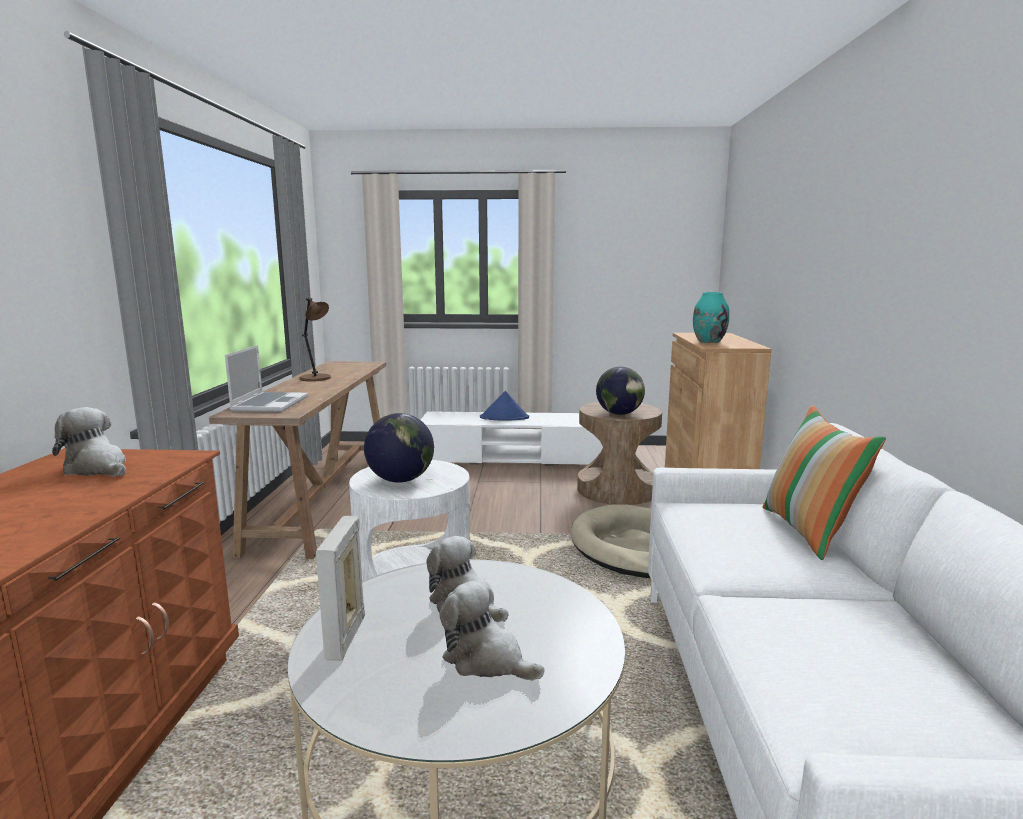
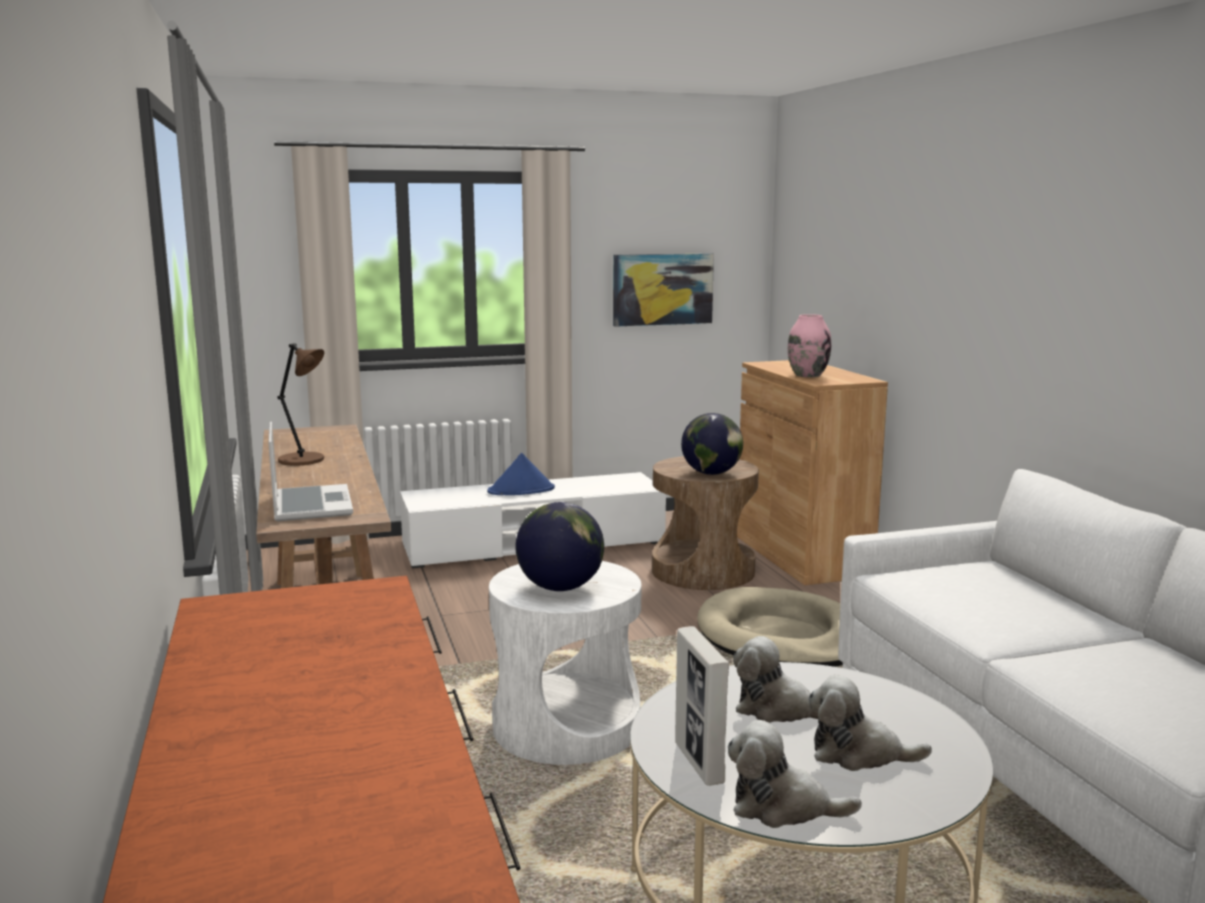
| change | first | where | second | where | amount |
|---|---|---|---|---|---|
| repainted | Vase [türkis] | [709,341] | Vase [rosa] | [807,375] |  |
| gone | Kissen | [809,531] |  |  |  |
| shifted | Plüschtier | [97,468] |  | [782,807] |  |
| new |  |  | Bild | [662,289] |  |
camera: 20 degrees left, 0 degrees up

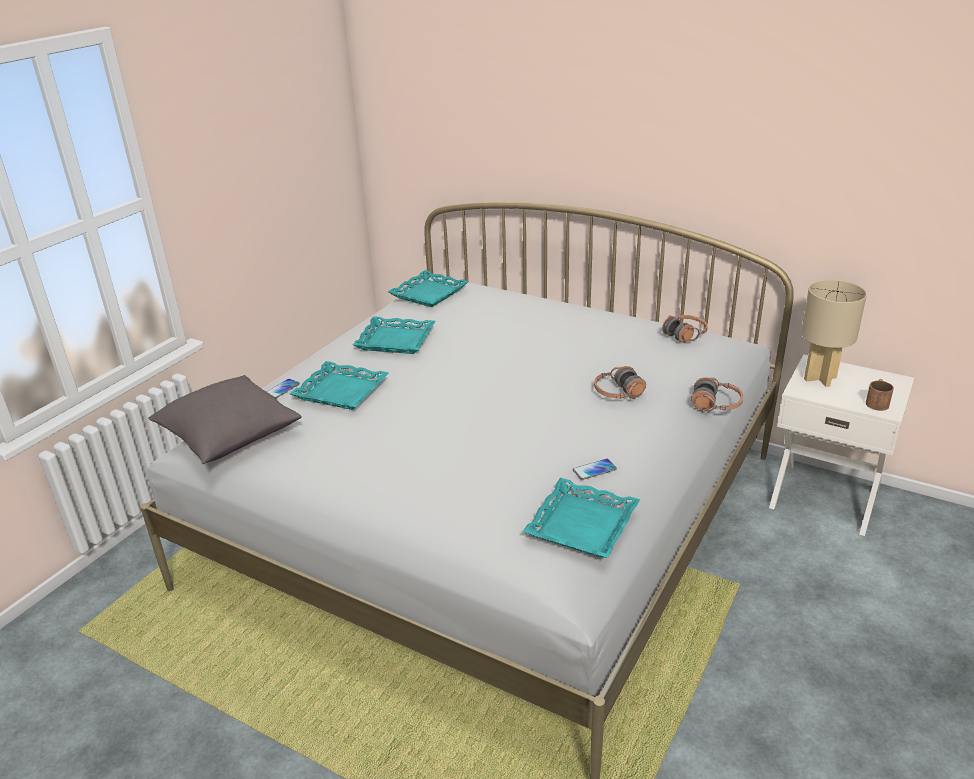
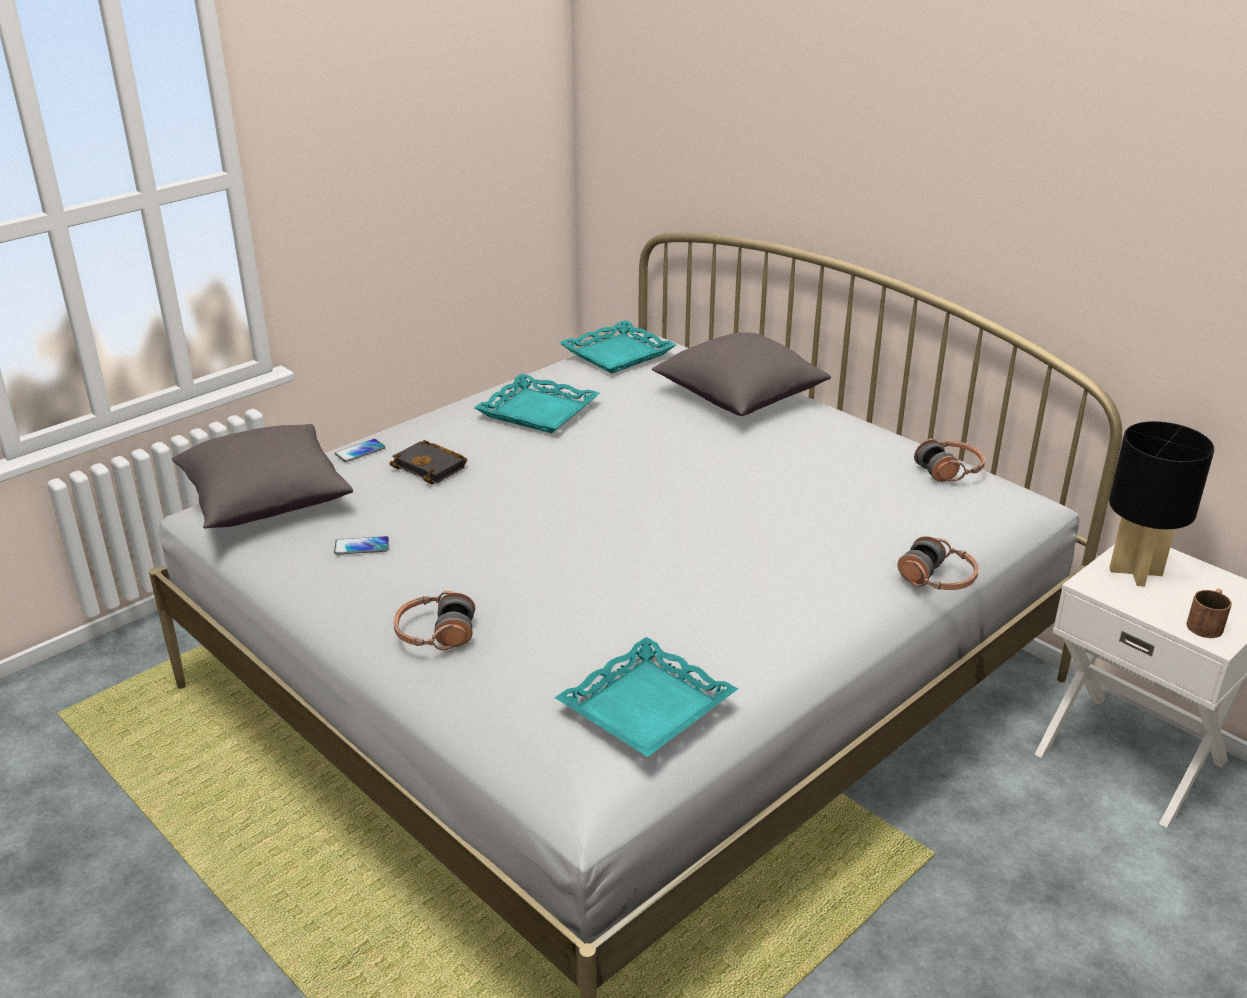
| change | first | where | second | where | amount |
|---|---|---|---|---|---|
| repainted | Tischlampe [beige] | [819,378] | Tischlampe [schwarz] | [1134,572] |  |
| swapped | Tablett [türkis] | [342,391] | Buch [schwarz] | [432,467] |  |
| shifted | Kopfhörer | [618,393] |  | [435,634] |  |
| shifted | Handy | [594,470] |  | [361,546] |  |
| new |  |  | Kissen [grau] | [739,398] |  |
camera: 15 degrees right, 0 degrees up

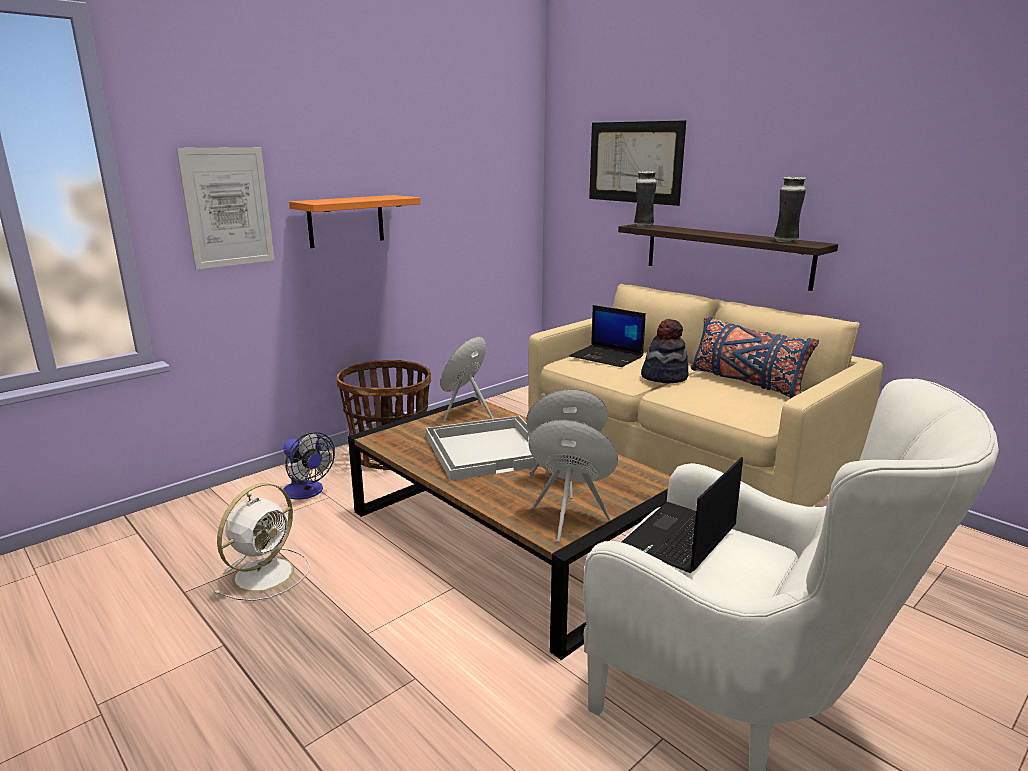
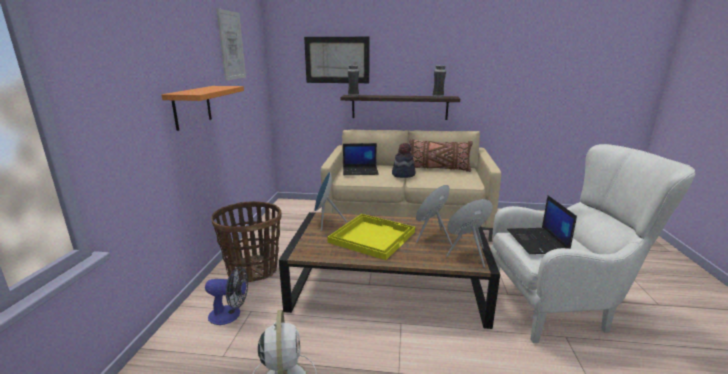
| change | first | where | second | where | amount |
|---|---|---|---|---|---|
| shifted | Bild | [228,207] |  | [231,45] |  |
| repainted | Kissen [blau] | [745,383] | Kissen [braun] | [438,169] |  |
| repainted | Tablett [weiß] | [488,449] | Tablett [gelb] | [372,236] |  |
camera: 40 degrees left, 0 degrees up

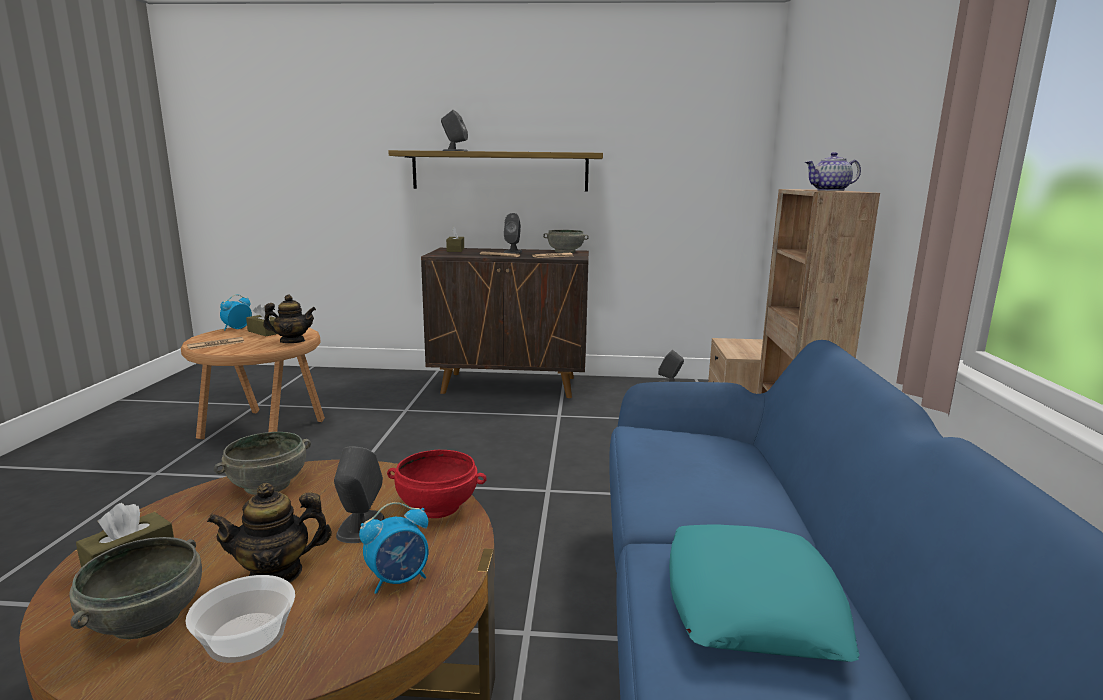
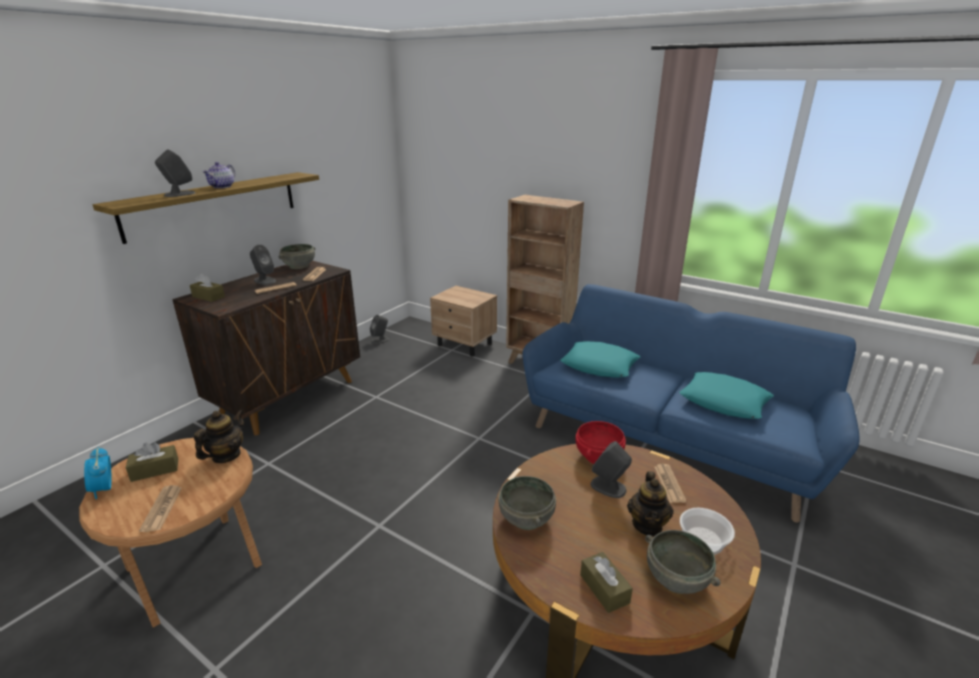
| change | first | where | second | where | amount |
|---|---|---|---|---|---|
| shifted | Teekanne | [830,190] |  | [222,186] |  |
| swapped | Wecker | [399,580] | Zeitung | [669,484] |  |
| new |  |  | Kissen [türkis] | [599,365] |  |
camera: 60 degrees left, 10 degrees up

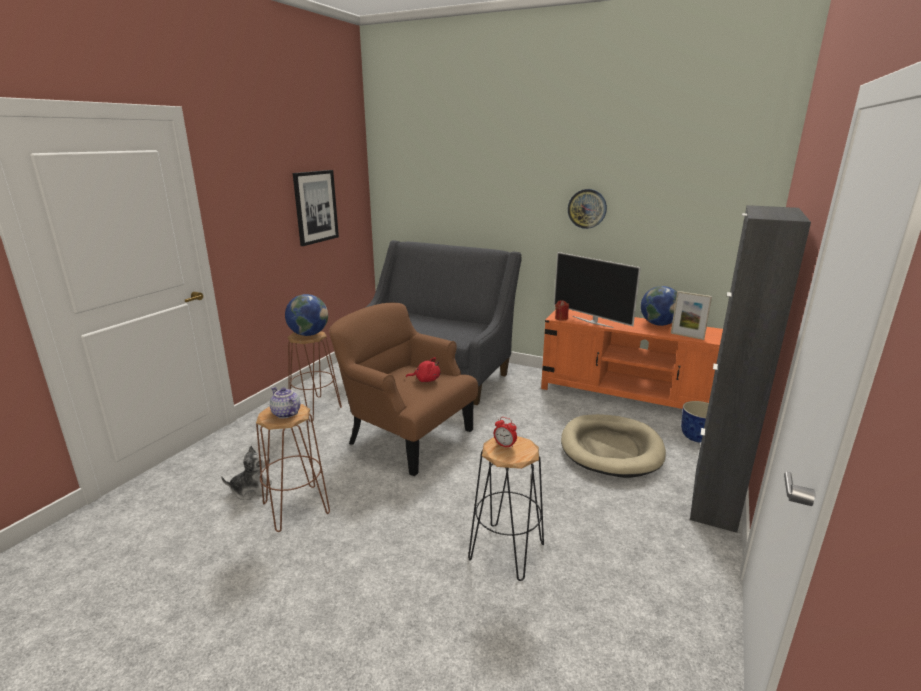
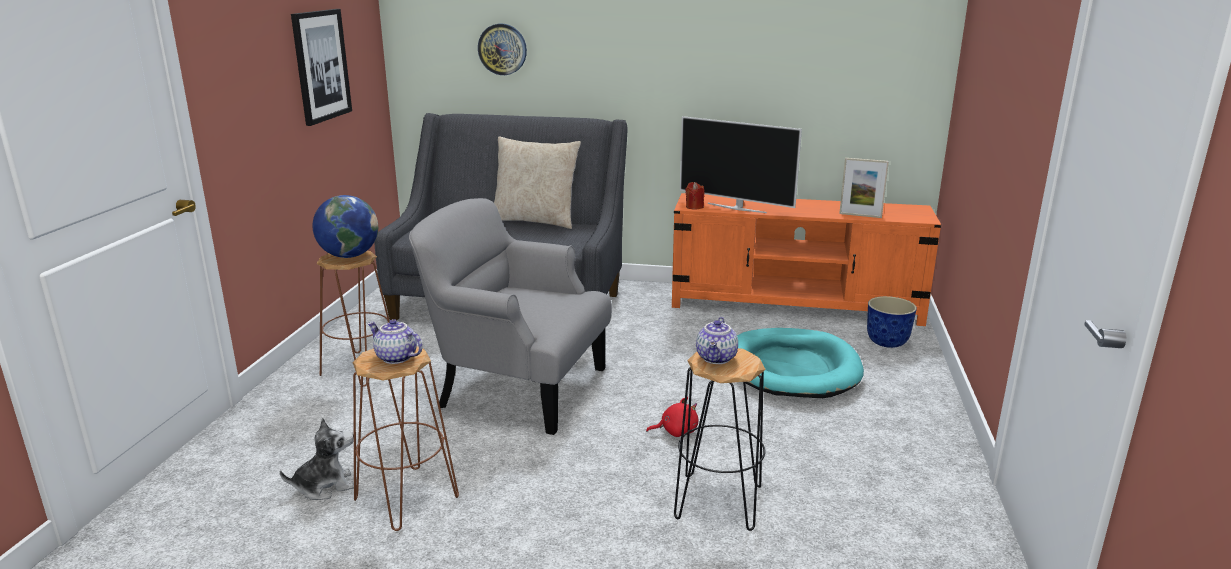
| change | first | where | second | where | amount |
|---|---|---|---|---|---|
| shifted | Wanduhr | [587,208] |  | [502,49] |  |
| gone | Schrank [schwarz] | [714,498] |  |  |  |
| gone | Globus | [658,324] |  |  |  |
| repainted | Sessel [braun] | [406,436] | Sessel [grau] | [517,388] |  |
| shifted | Plüschtier [rot] | [426,380] |  | [676,431] |  |
| repainted | Hundebett [beige] | [611,449] | Hundebett [türkis] | [792,368] |  |
| swapped | Wecker | [504,445] | Teekanne | [717,358] |  |
| new |  |  | Kissen [beige] | [535,221] |  |
camera: 15 degrees left, 0 degrees up

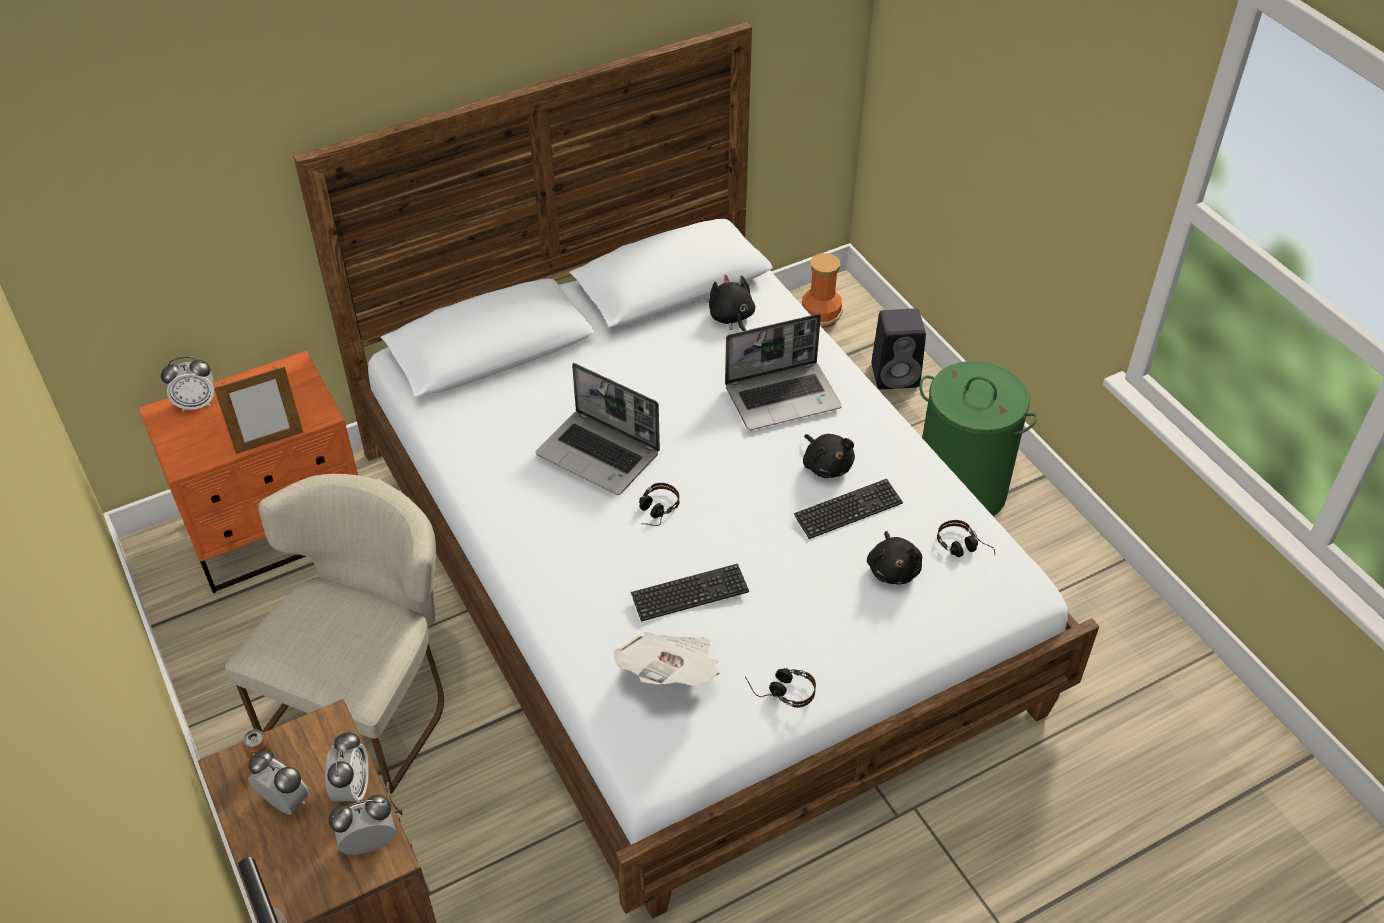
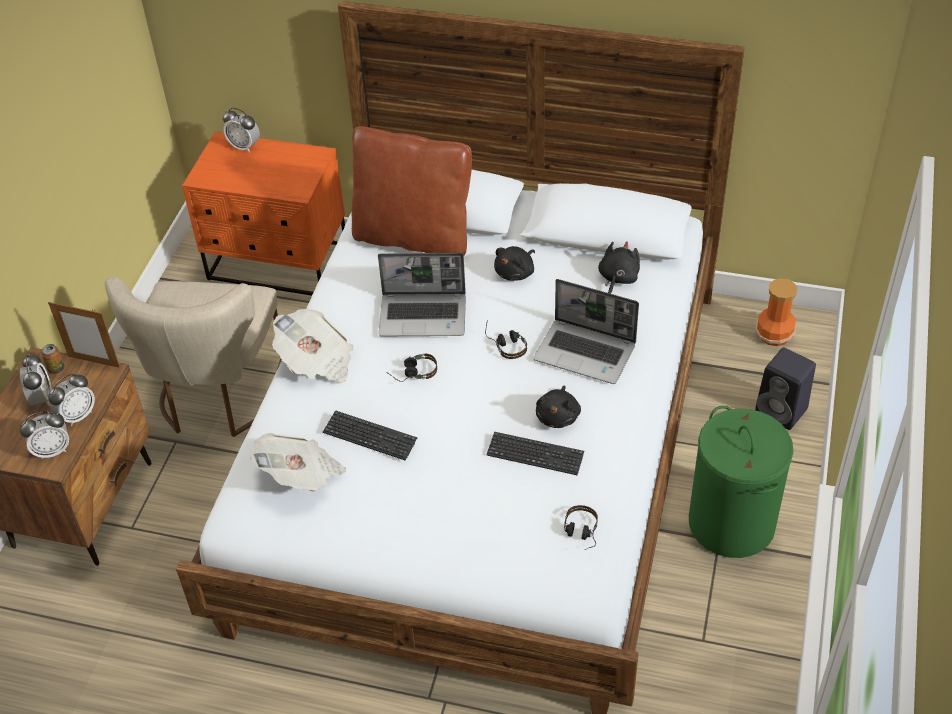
| change | first | where | second | where | amount |
|---|---|---|---|---|---|
| rotated | Laptop | [600,454] |  | [424,315] | 75 degrees counterclockwise |
| shifted | Bilderrahmen | [269,442] |  | [94,361] |  |
| rotated | Stuhl [beige] | [369,701] |  | [217,397] | 120 degrees clockwise |
| shifted | Plüschtier [schwarz] | [893,569] |  | [516,272] |  |
| shifted | Kopfhörer | [780,690] |  | [506,344] |  |
| rotated | Wecker | [369,843] |  | [52,450] | 135 degrees clockwise |
| new |  |  | Kissen [braun] | [413,237] |  |
| new |  |  | Zeitung | [316,362] |  |
camera: 45 degrees right, 0 degrees up

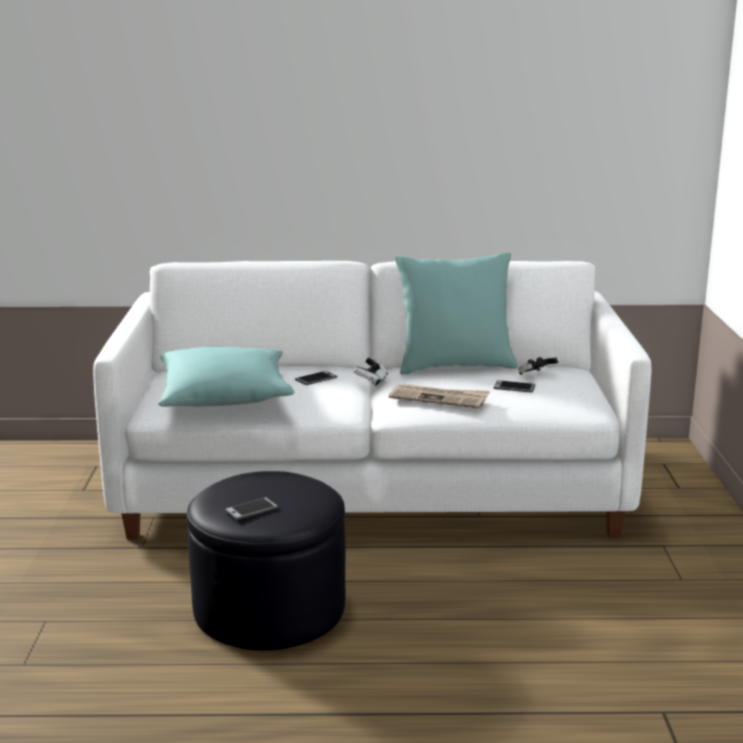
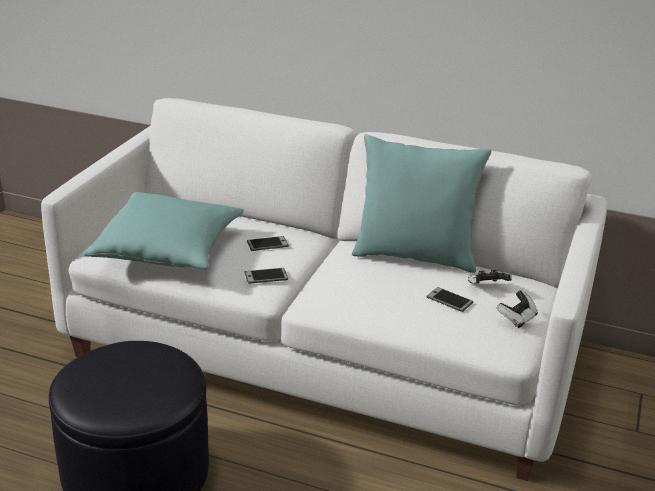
| change | first | where | second | where | amount |
|---|---|---|---|---|---|
| shifted | Gamepad | [371,381] |  | [517,318] |  |
| gone | Zeitung | [439,398] |  |  |  |
| shifted | Handy | [251,510] |  | [266,276] |  |
camera: 20 degrees right, 10 degrees up

